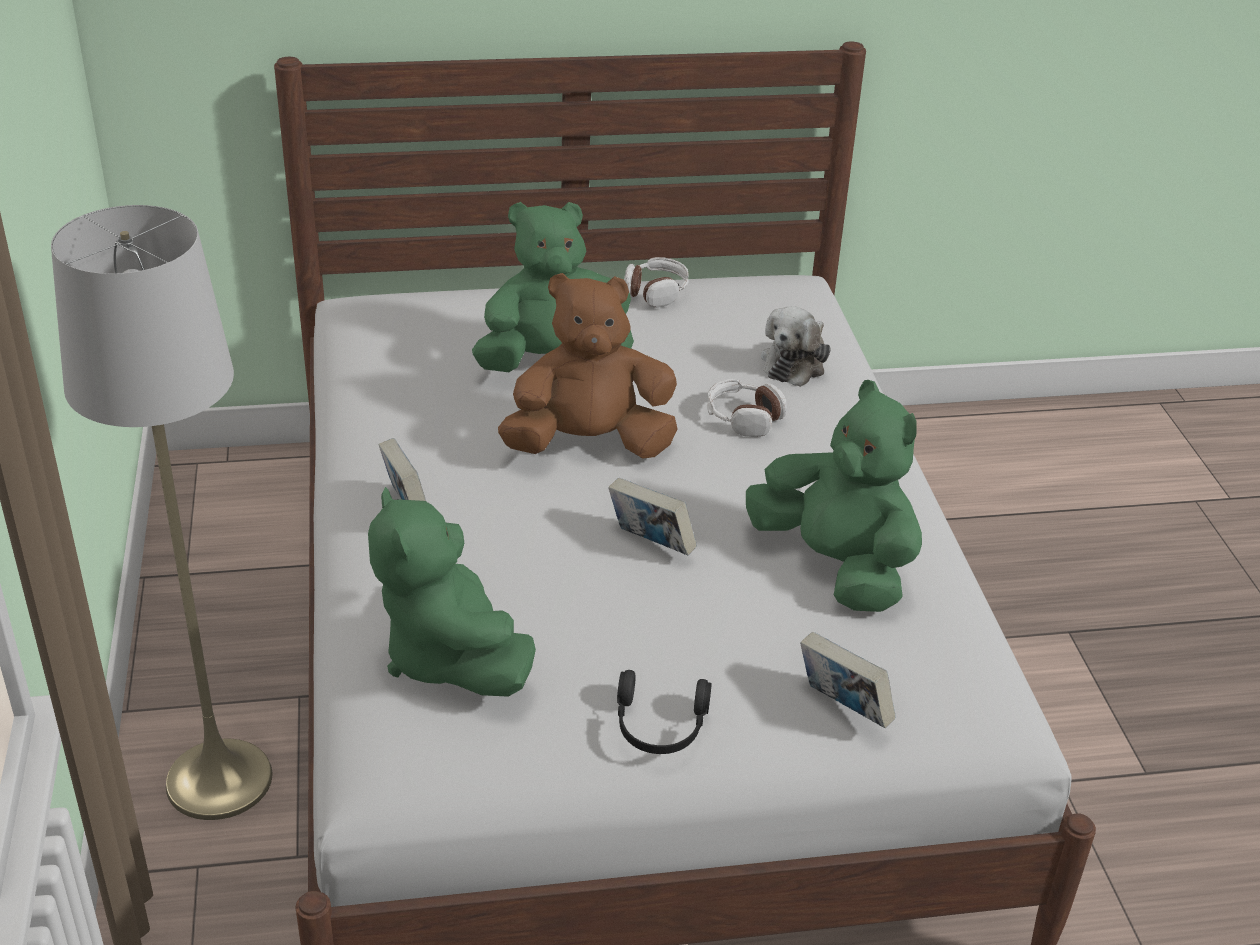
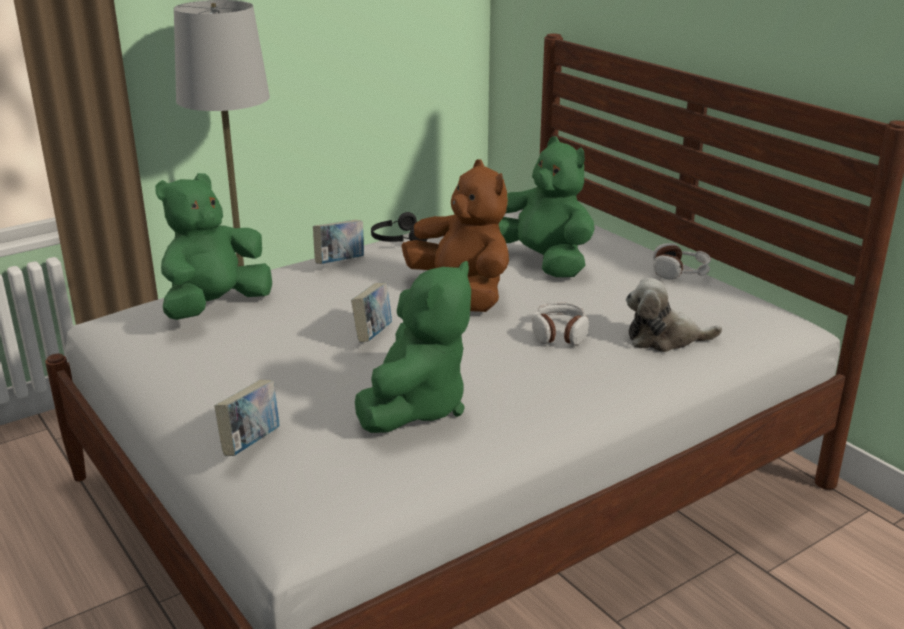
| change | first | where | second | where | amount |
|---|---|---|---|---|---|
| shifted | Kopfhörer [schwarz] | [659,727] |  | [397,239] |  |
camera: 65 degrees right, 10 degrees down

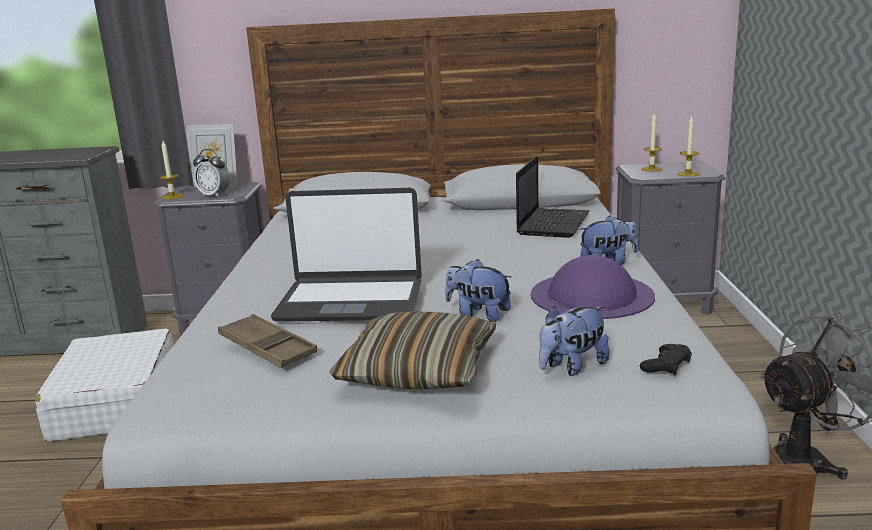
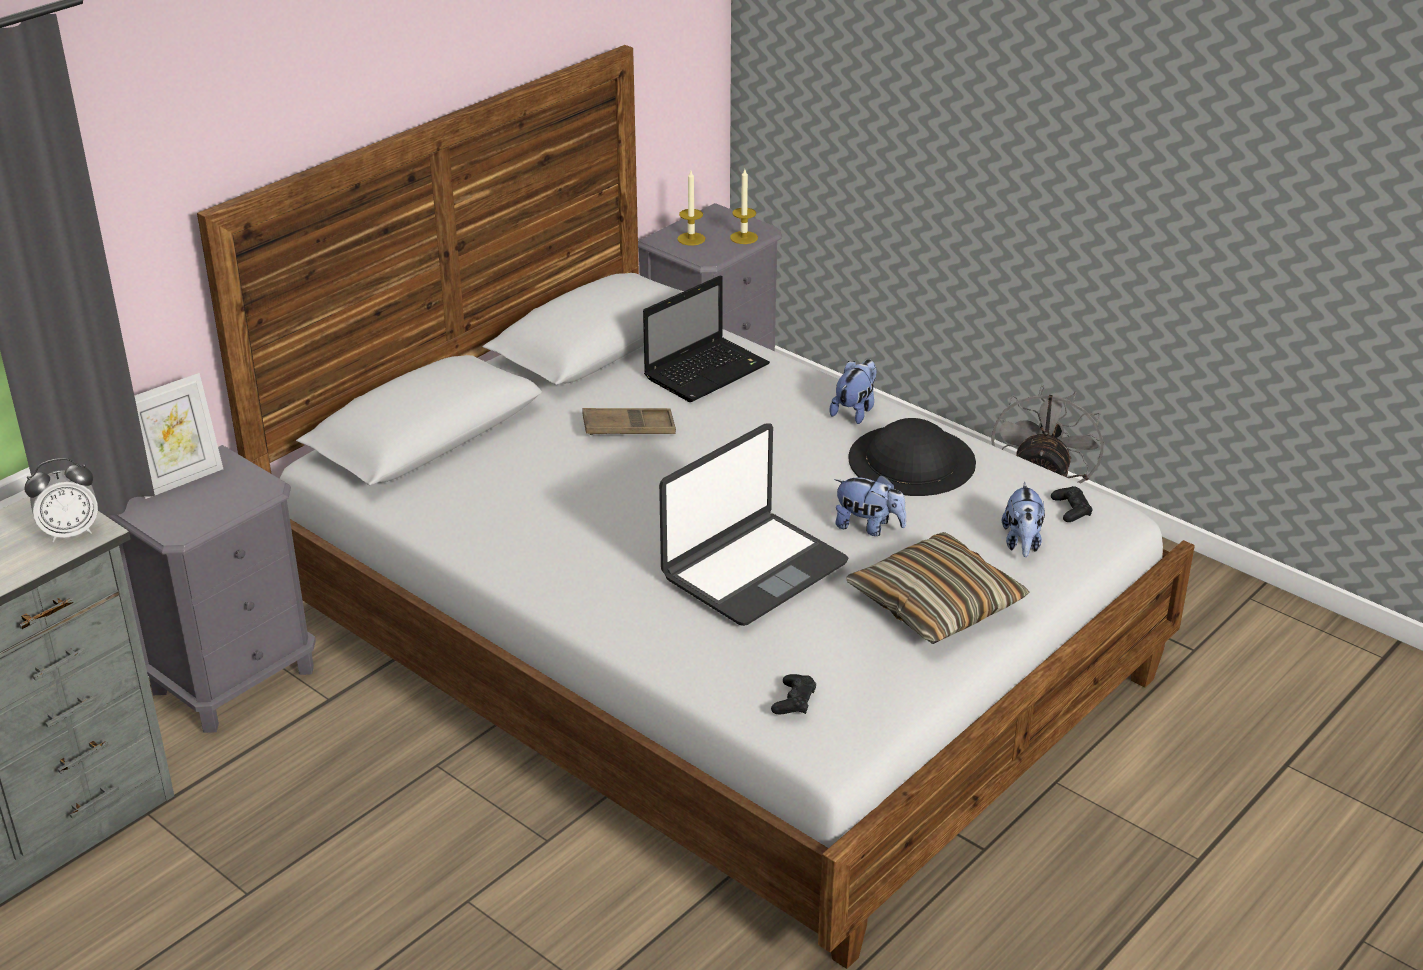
| change | first | where | second | where | amount |
|---|---|---|---|---|---|
| gone | Kerze | [172,196] |  |  |  |
| shifted | Wecker | [214,195] |  | [70,532] |  |
| rotated | Laptop | [553,223] |  | [707,370] | 75 degrees clockwise |
| repainted | Hut [lila] | [592,295] | Hut [schwarz] | [912,460] |  |
| rotated | Plüschtier | [478,314] |  | [868,527] | 135 degrees counterclockwise |
| shifted | Tablett [braun] | [267,348] |  | [628,428] |  |
| gone | Koffer [weiß] | [115,402] |  |  |  |
| new |  |  | Gamepad [schwarz] | [794,701] |  |
camera: 50 degrees left, 15 degrees up

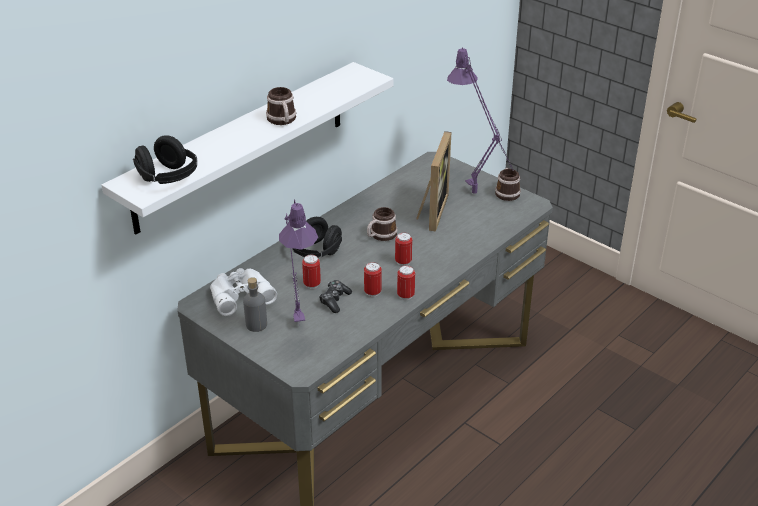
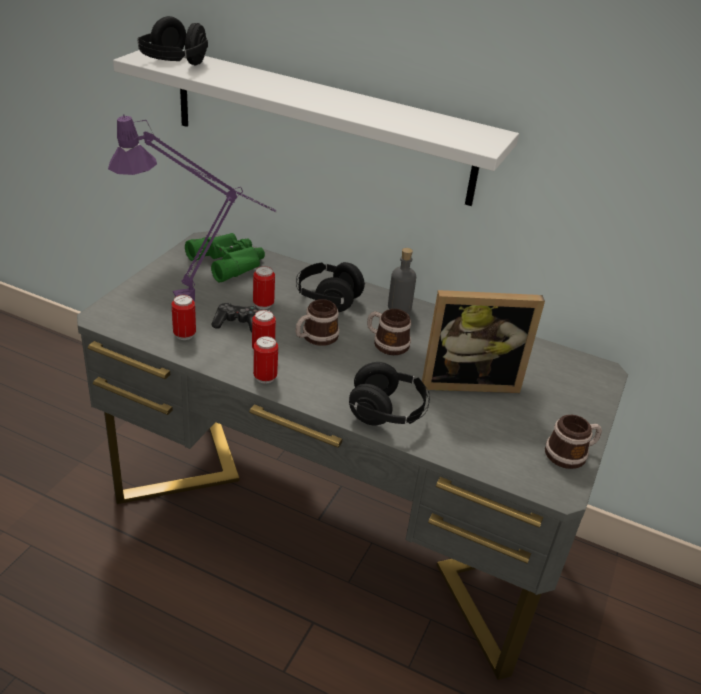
| change | first | where | second | where | amount |
|---|---|---|---|---|---|
| gone | Tischlampe [lila] | [478,198] |  |  |  |
| shifted | Henkelbecher | [282,120] |  | [315,337] |  |
| shifted | Dose | [403,262] |  | [184,335] |  |
| repainted | Fernglas [weiß] | [239,294] | Fernglas [grün] | [229,262] |  |
| shifted | Flasche [grau] | [256,325] |  | [399,306] |  |
| new |  |  | Kopfhörer [schwarz] | [387,413] |  |
camera: 70 degrees right, 0 degrees up

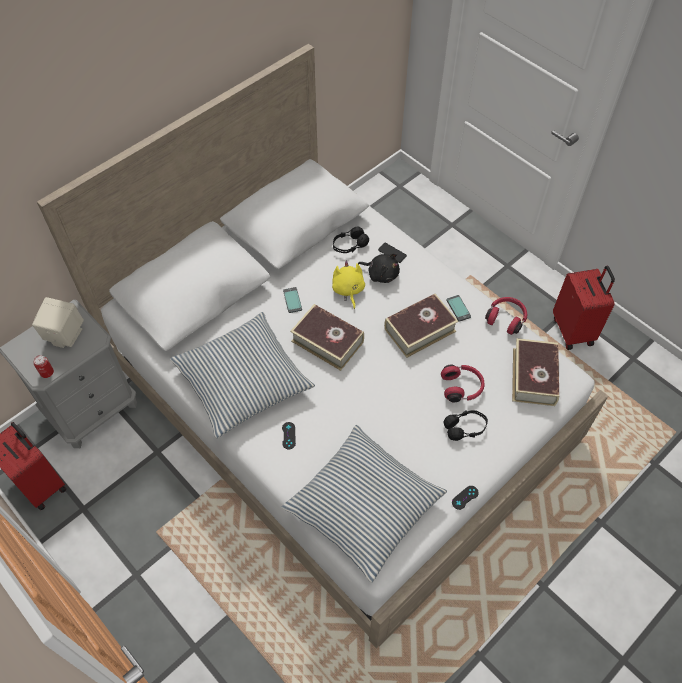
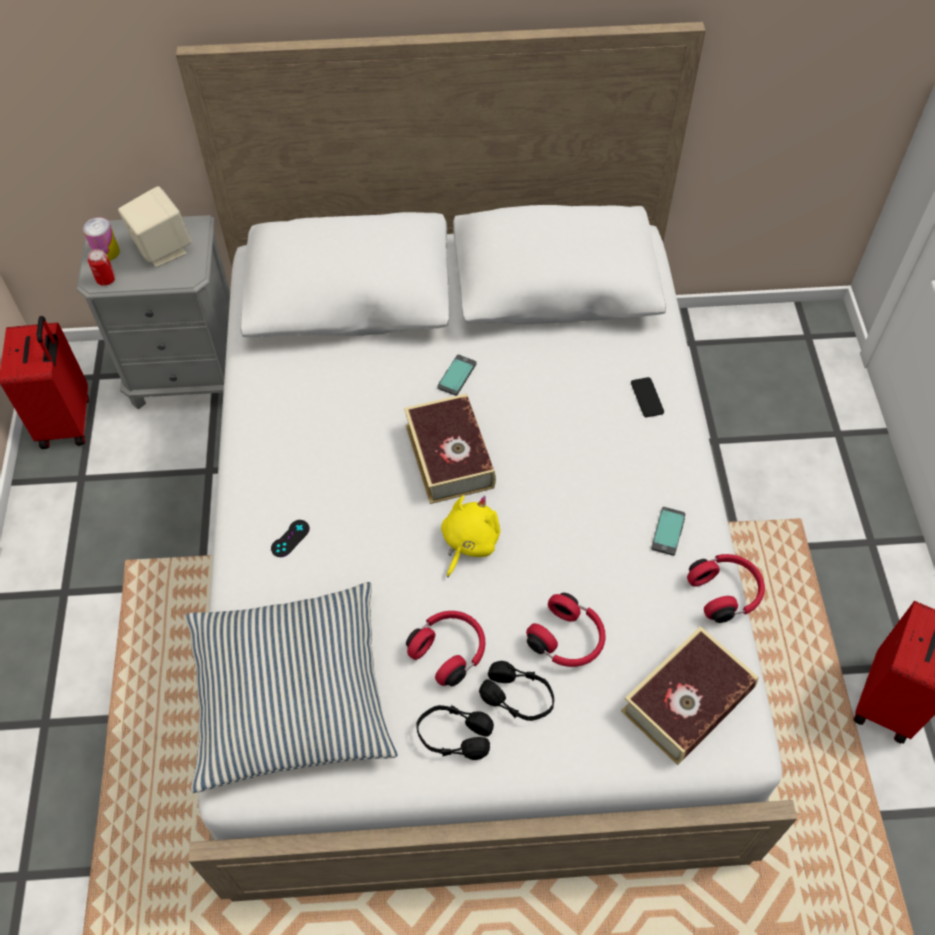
| change | first | where | second | where | amount |
|---|---|---|---|---|---|
| shifted | Kopfhörer [schwarz] | [349,245] |  | [454,736] |  |
| gone | Plüschtier [schwarz] | [381,274] |  |  |  |
| shifted | Plüschtier [gelb] | [348,290] |  | [468,542] |  |
| gone | Buch | [420,330] |  |  |  |
| gone | Kissen | [242,381] |  |  |  |
| gone | Gamepad [schwarz] | [465,497] |  |  |  |
| new |  |  | Dose | [106,252] |  |
| new |  |  | Kopfhörer [rot] | [449,651] |  |
camera: 40 degrees right, 0 degrees up

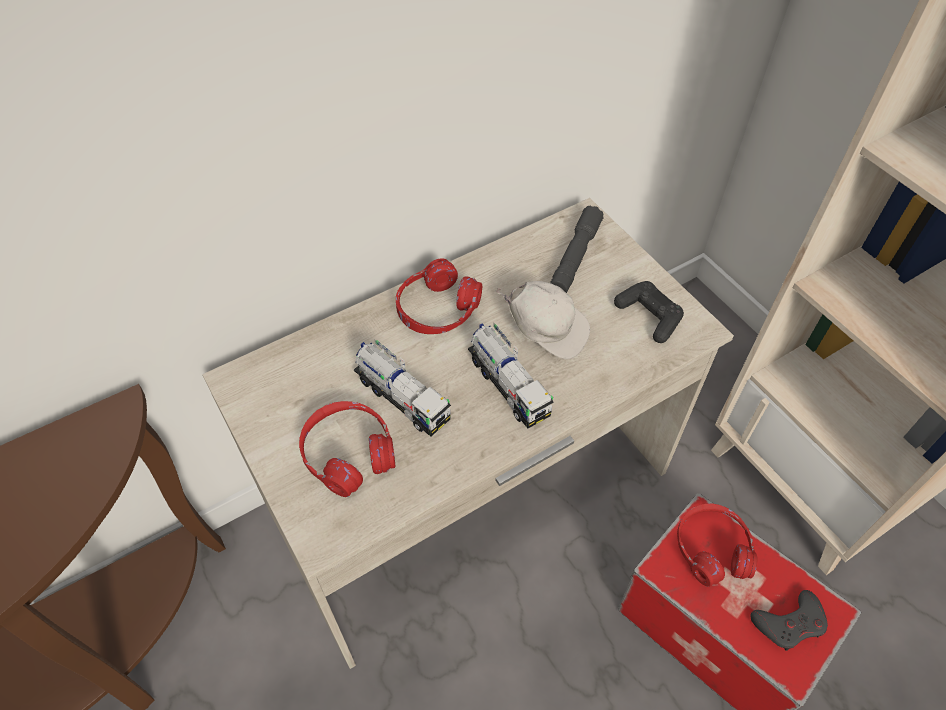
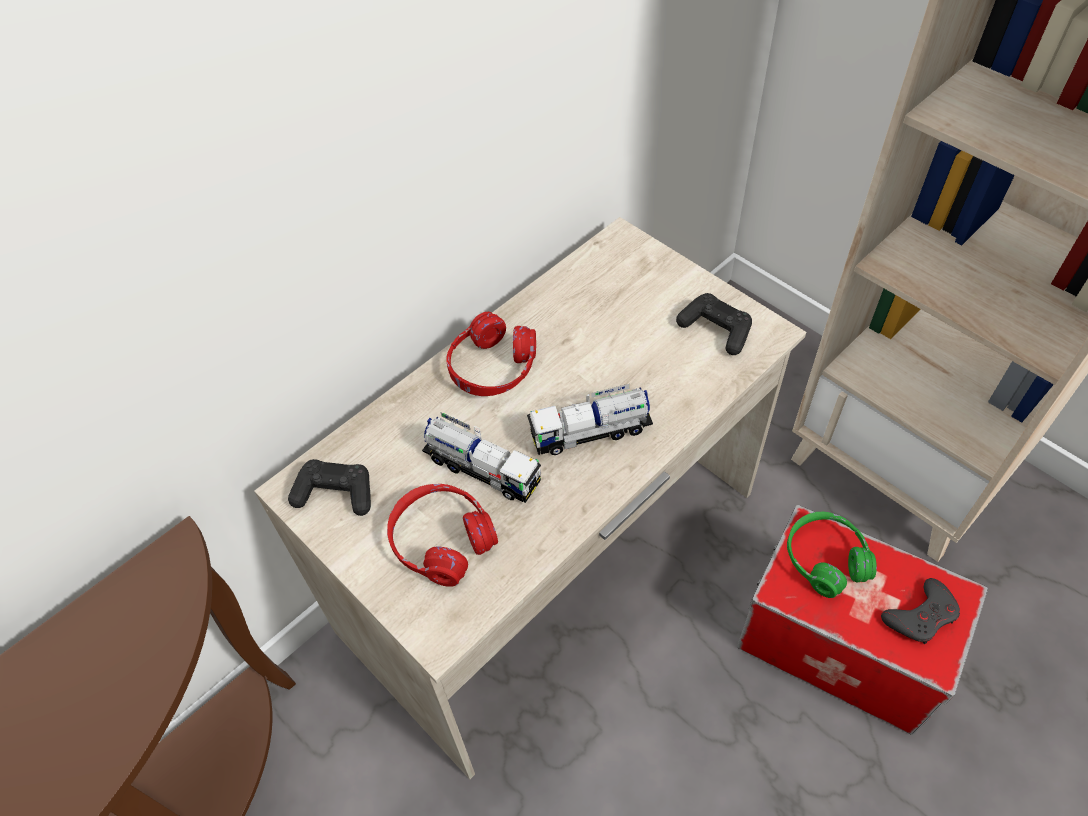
| change | first | where | second | where | amount |
|---|---|---|---|---|---|
| gone | Taschenlampe [grau] | [575,257] |  |  |  |
| gone | Kappe [weiß] | [546,330] |  |  |  |
| rotated | Spielzeuglaster | [508,386] |  | [590,432] | 120 degrees clockwise |
| repainted | Kopfhörer [rot] | [712,549] | Kopfhörer [grün] | [825,559] |  |
| new |  |  | Gamepad [schwarz] | [335,493] |  |
camera: 10 degrees left, 0 degrees up

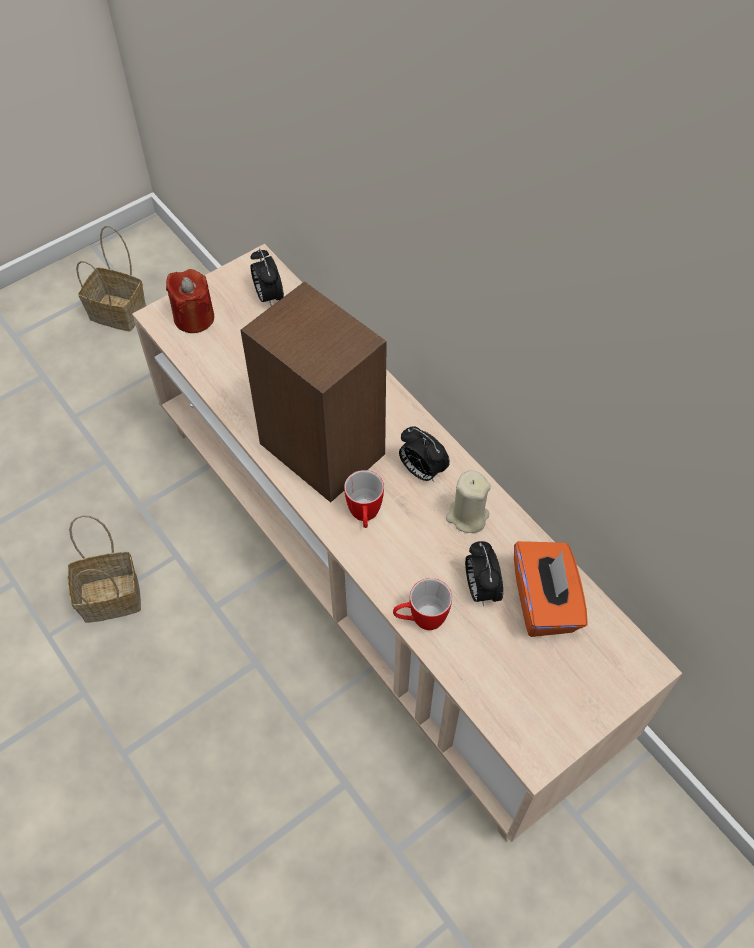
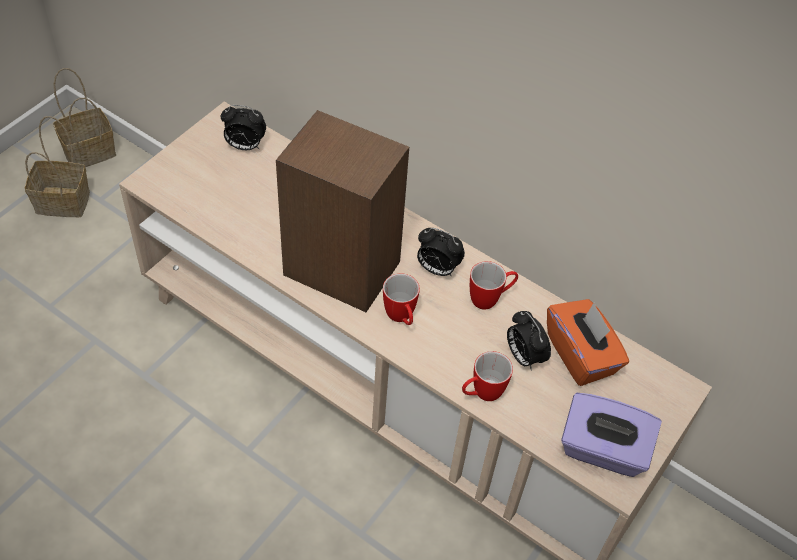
| change | first | where | second | where | amount |
|---|---|---|---|---|---|
| rotated | Wecker | [268,296] |  | [244,146] | 45 degrees counterclockwise |
| gone | Kerze [rot] | [194,318] |  |  |  |
| swapped | Kerze [beige] | [467,516] | Henkelbecher | [490,299] |  |
| shifted | Korb | [113,596] |  | [90,150] |  |
| new |  |  | Taschentuchbox [lila] | [602,450] |  |
camera: 20 degrees left, 5 degrees down

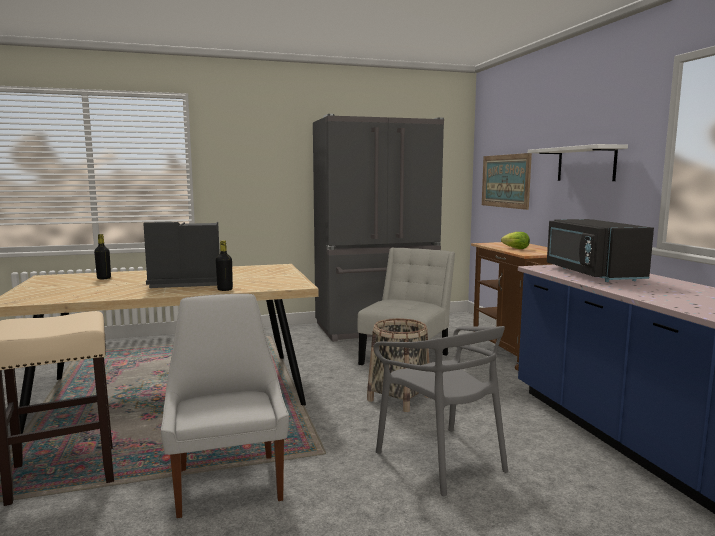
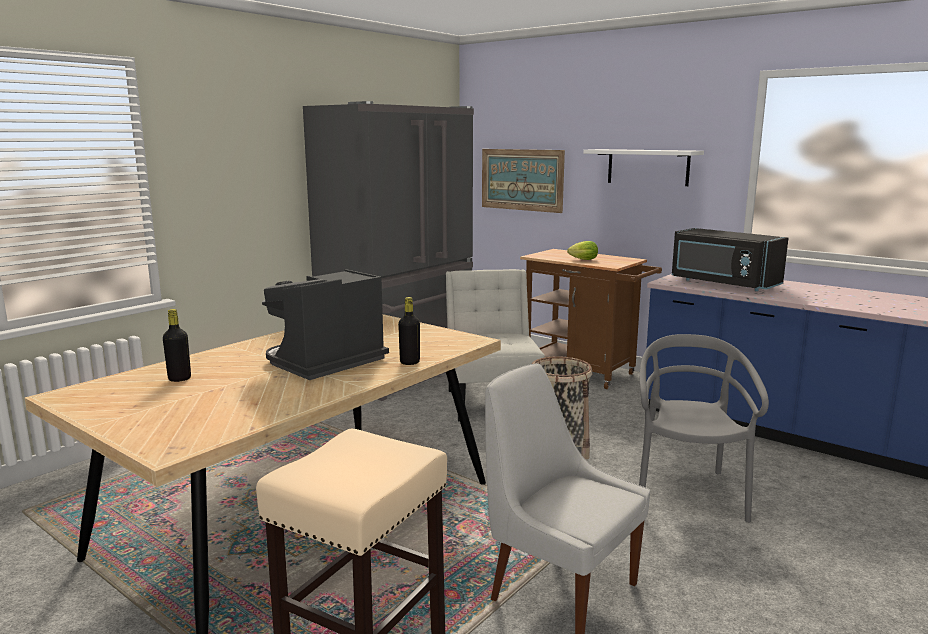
| change | first | where | second | where | amount |
|---|---|---|---|---|---|
| rotated | Stuhl [grau] | [442,459] |  | [686,493] | 105 degrees counterclockwise |
camera: 35 degrees left, 5 degrees up

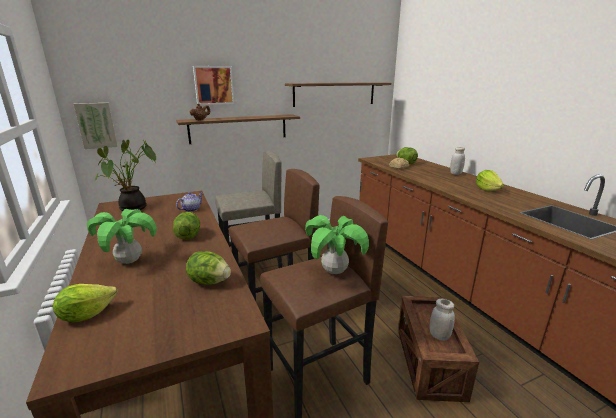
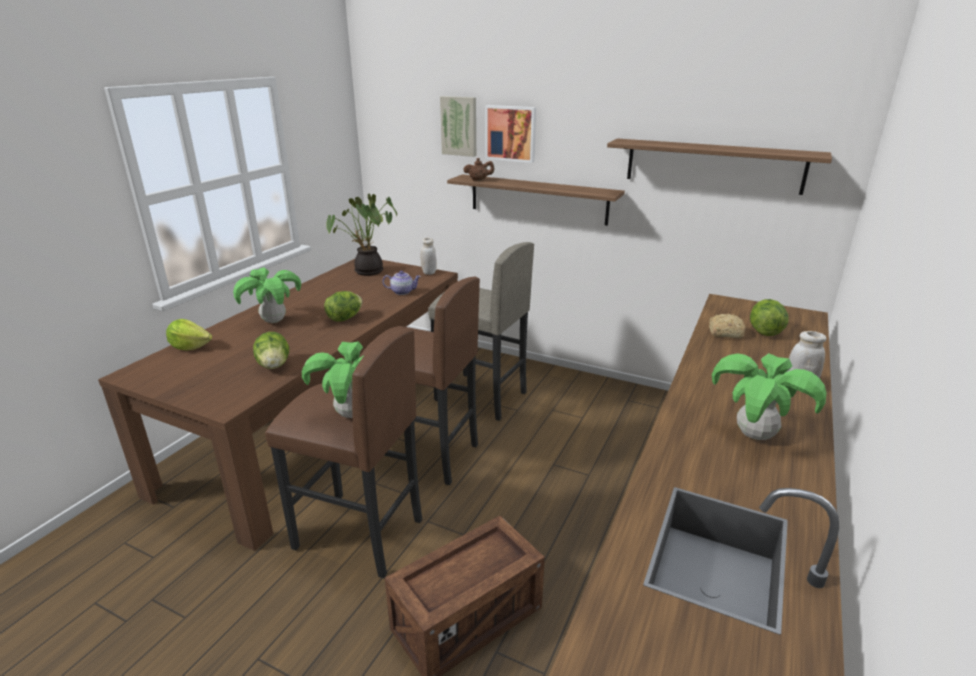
| change | first | where | second | where | amount |
|---|---|---|---|---|---|
| shifted | Bild | [96,125] |  | [459,126] |  |
| swapped | Salatkopf | [487,190] | Topfpflanze | [755,435] |  |
| shifted | Vorratsglas [weiß] | [439,336] |  | [429,272] |  |
camera: 50 degrees right, 5 degrees up

